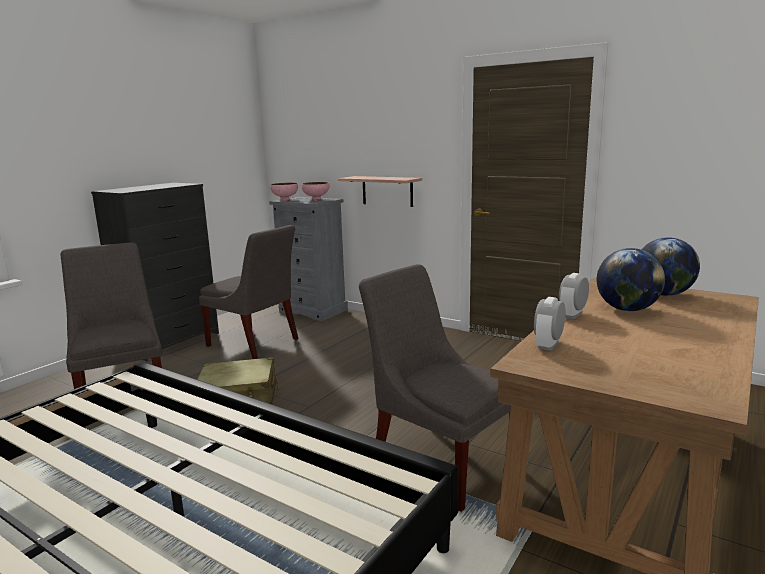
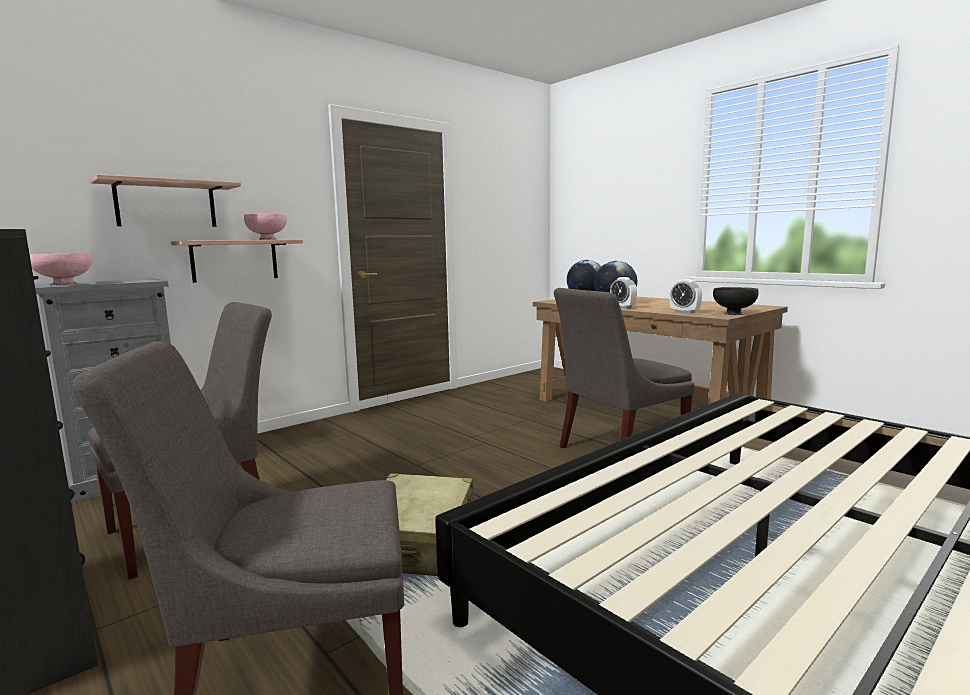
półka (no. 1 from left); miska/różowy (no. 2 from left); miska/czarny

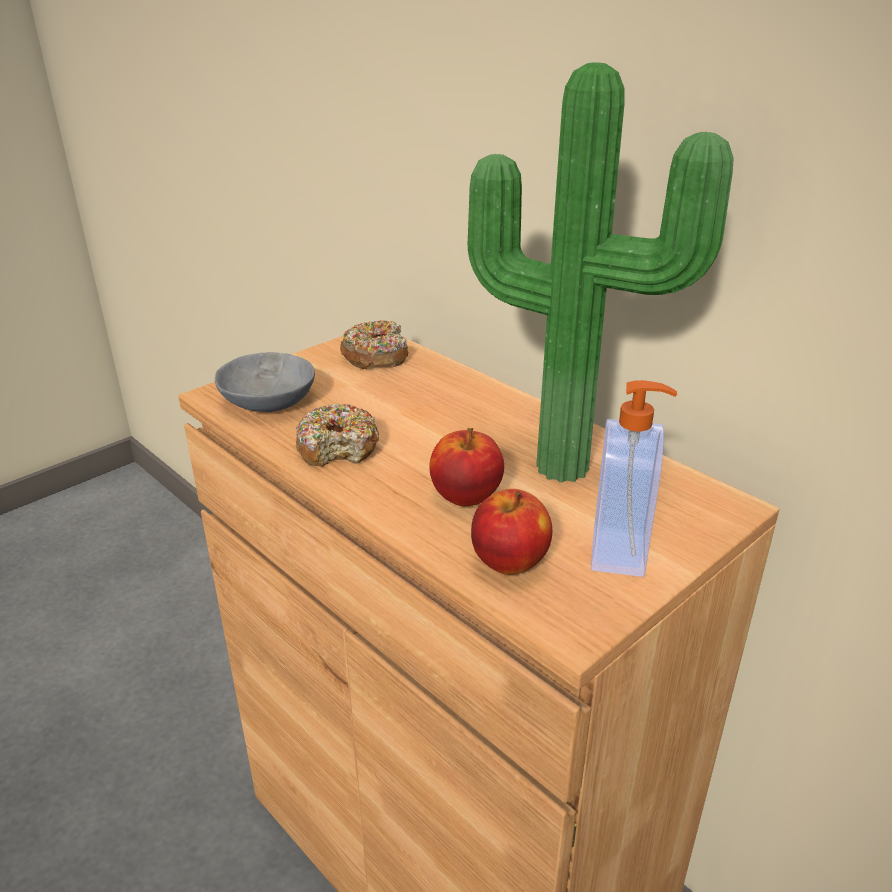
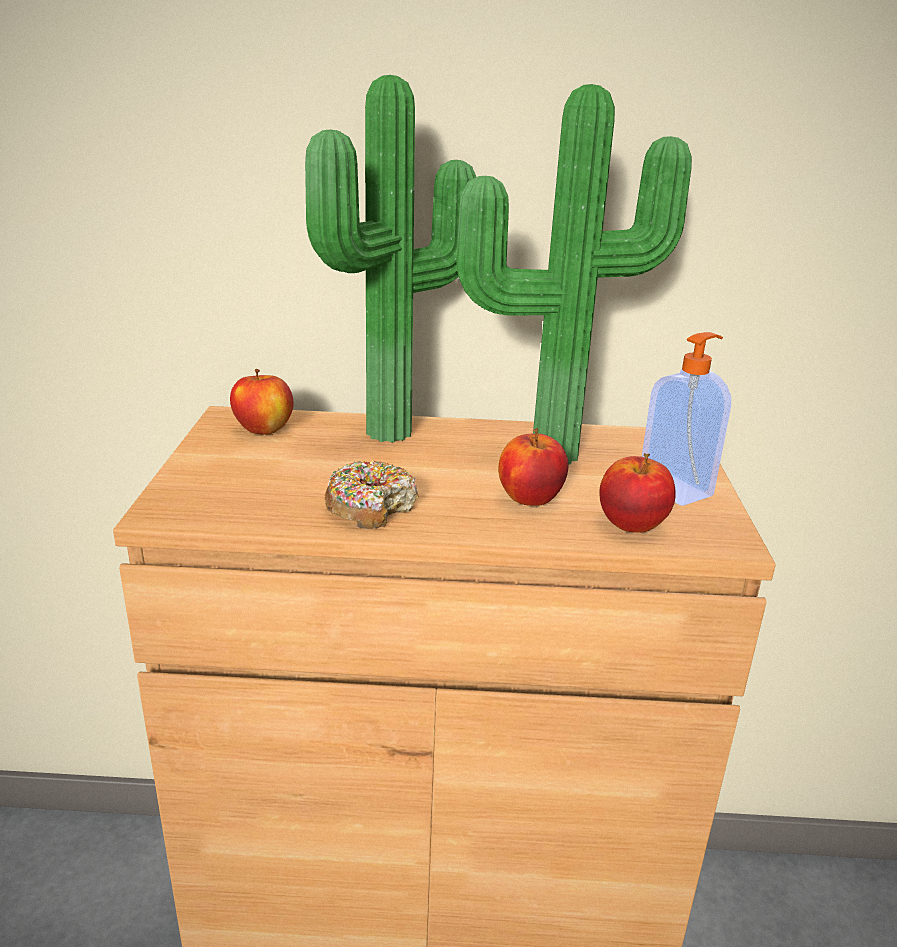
jabłko (no. 1 from left); roślina doniczkowa (no. 1 from left); miska/szary

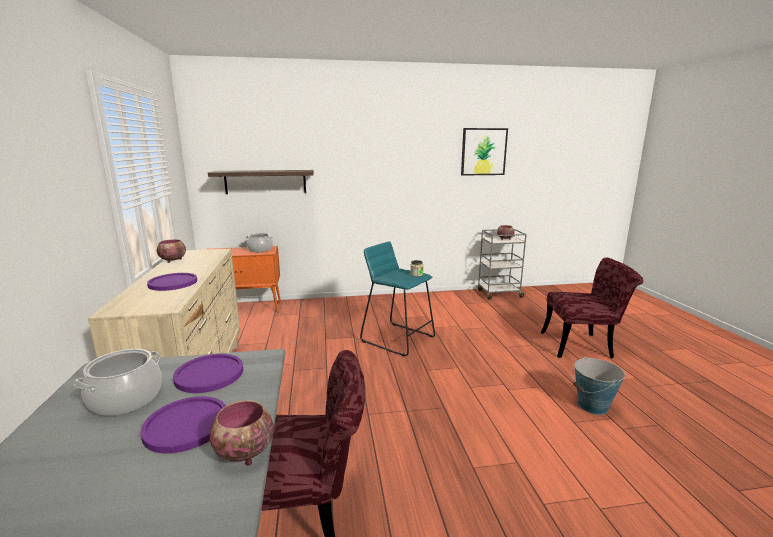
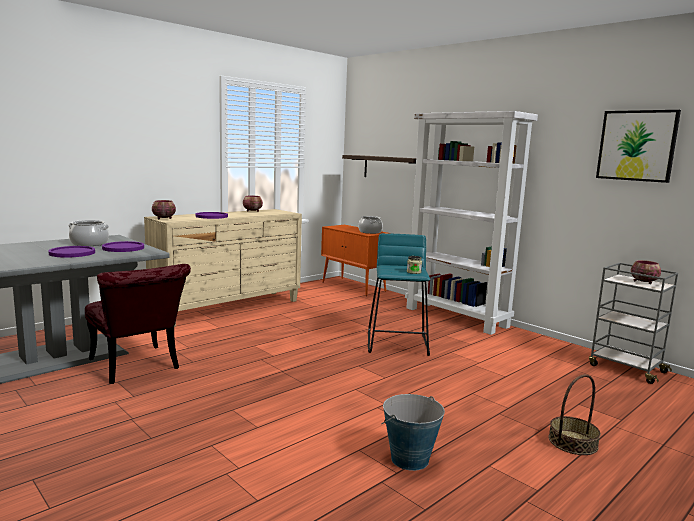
miska (no. 1 from left); regał/biały; koszyk

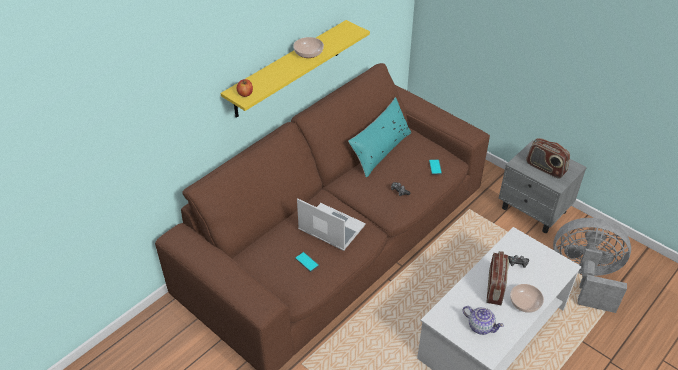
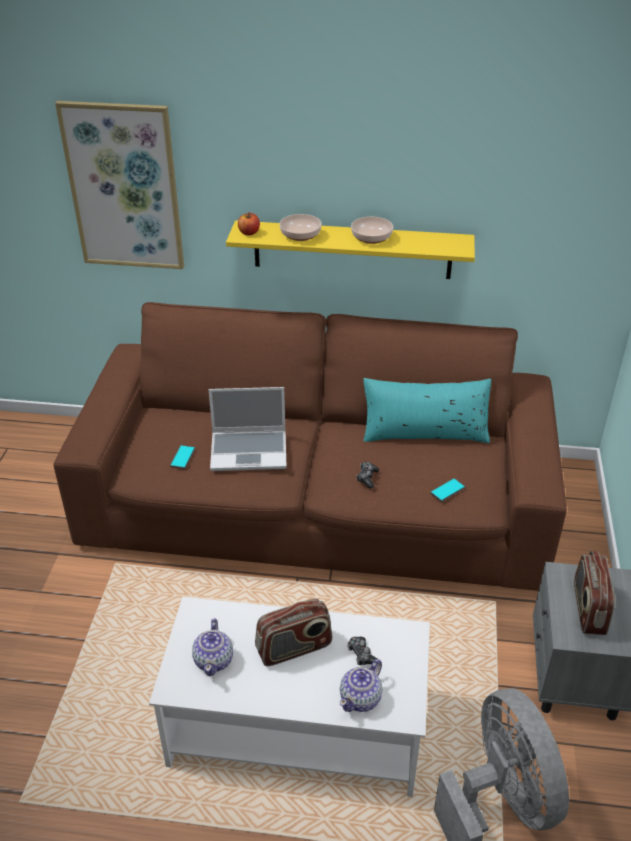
obraz; laptop; miska (no. 1 from left); imbryk (no. 2 from left)

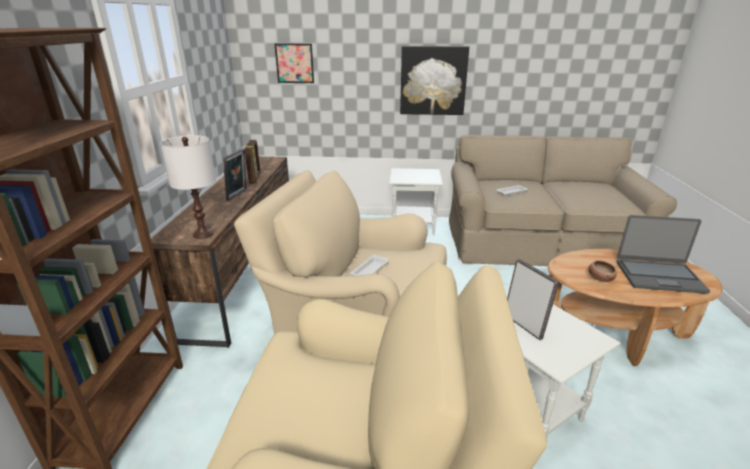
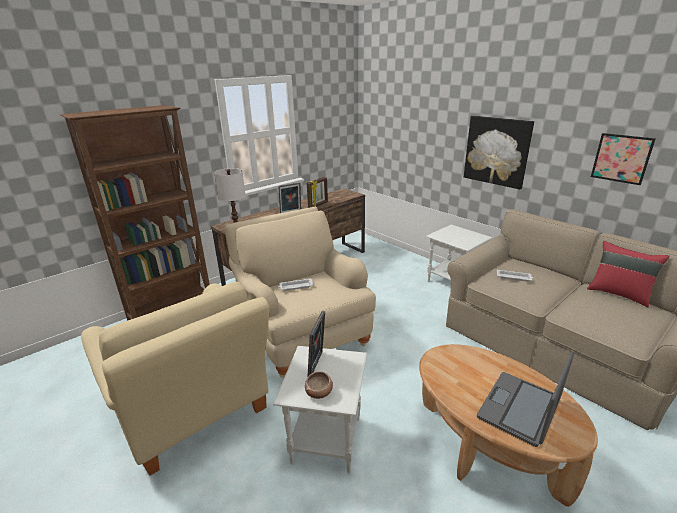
miska; laptop; poduszka/czerwony; obraz (no. 2 from left)

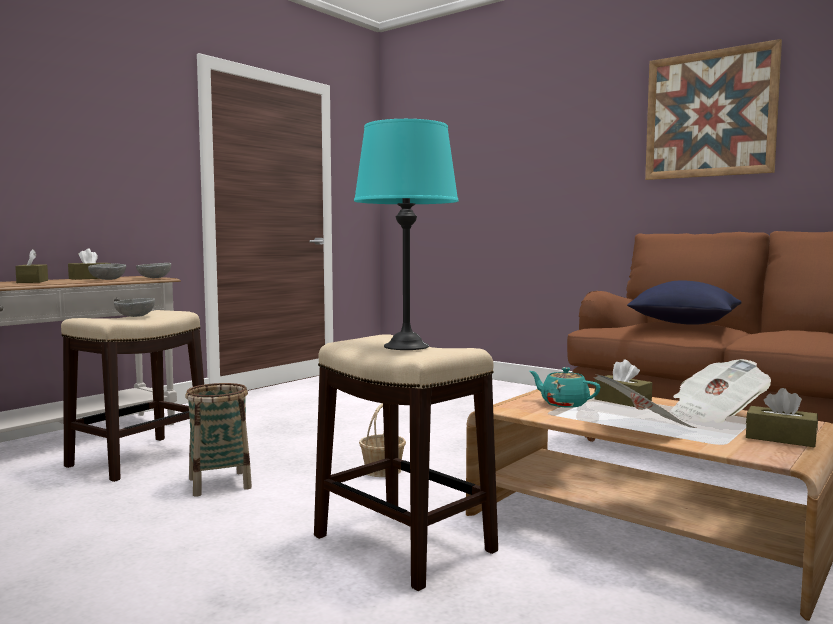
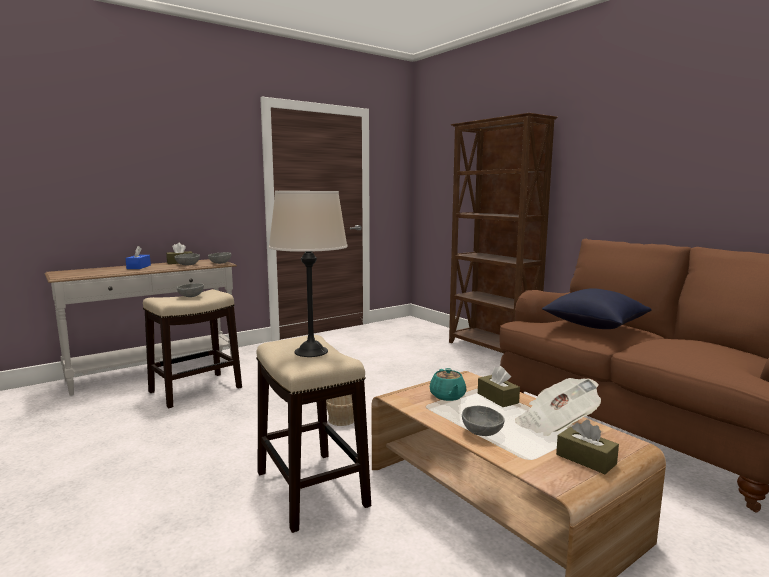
pudełko chusteczek/niebieski; lampa stołowa/beżowy; imbryk/turkusowy; regał/brązowy; miska/szary (no. 4 from left); koszyk (no. 1 from left in the first image); obraz

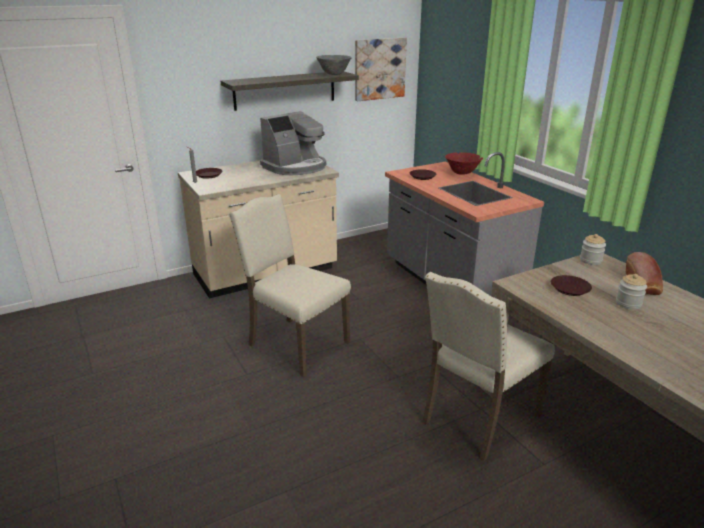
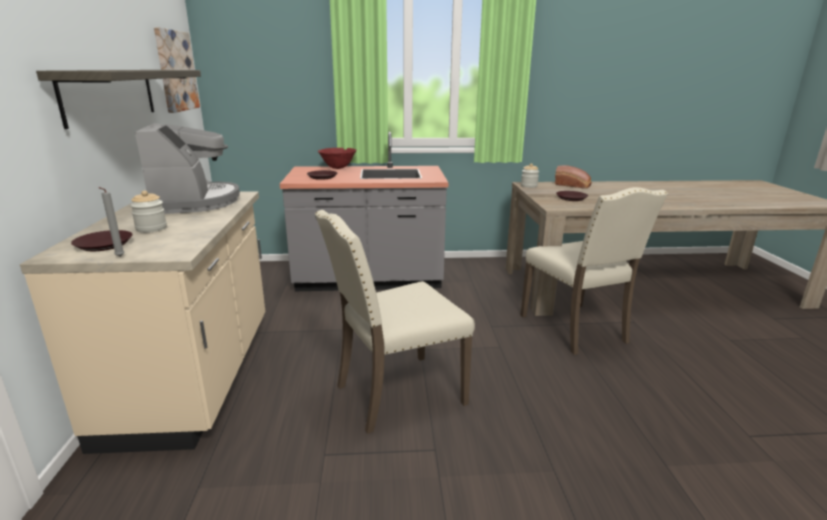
słoik (no. 1 from left); miska/szary

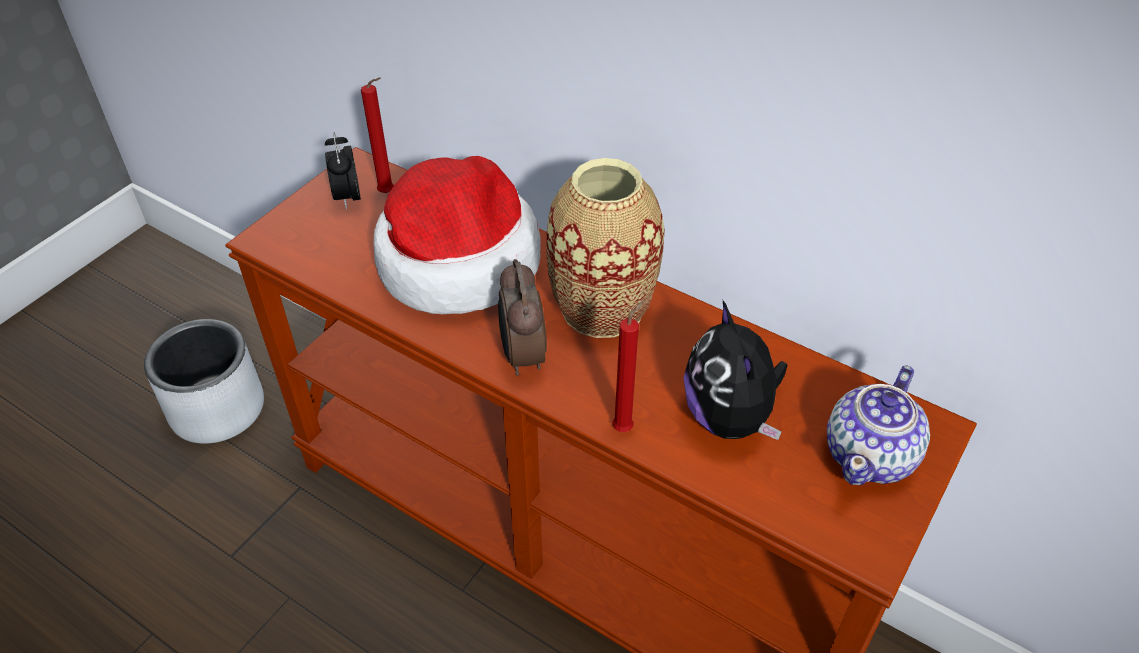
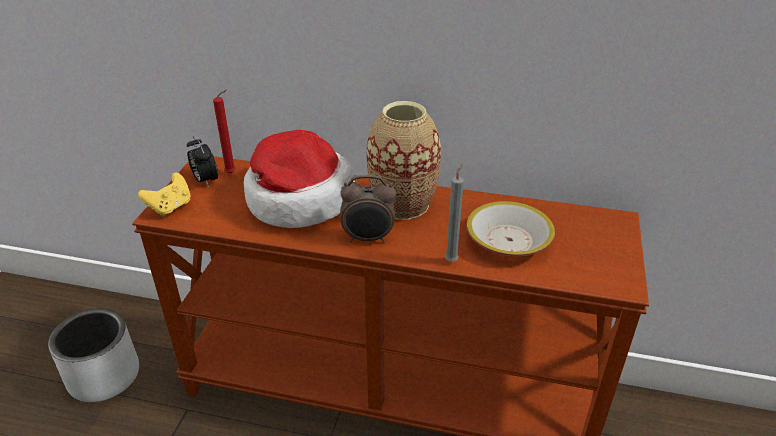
pad do gier/żółty; budzik (no. 2 from left); świeca/szary; miska; imbryk

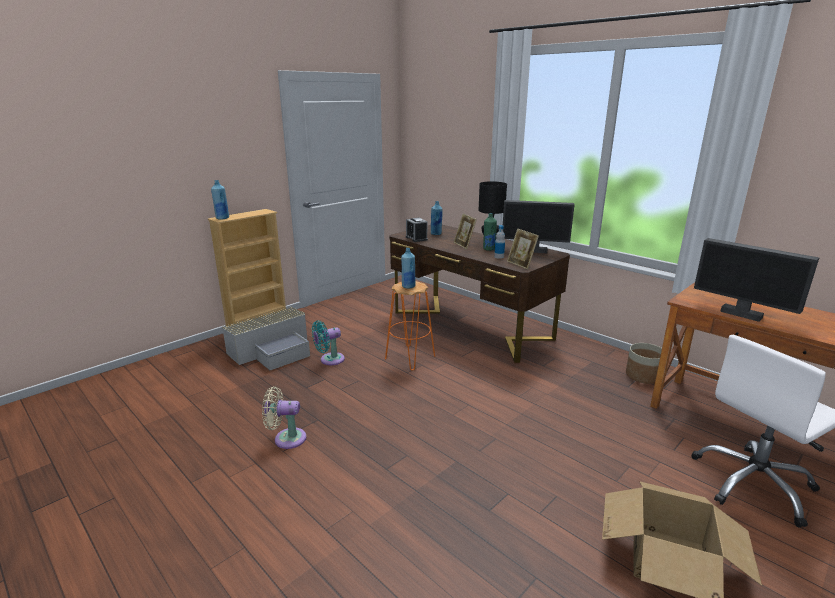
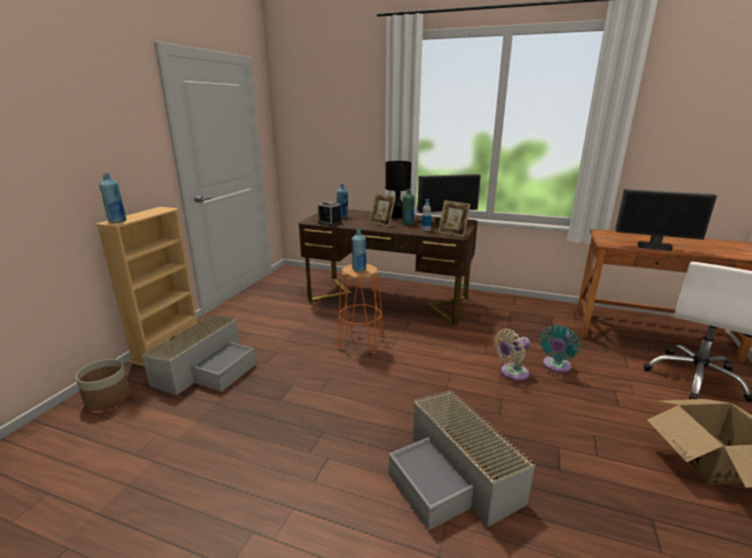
donica; pojemnik do przechowywania/szary (no. 2 from left); wentylator/beżowy; wentylator/turkusowy

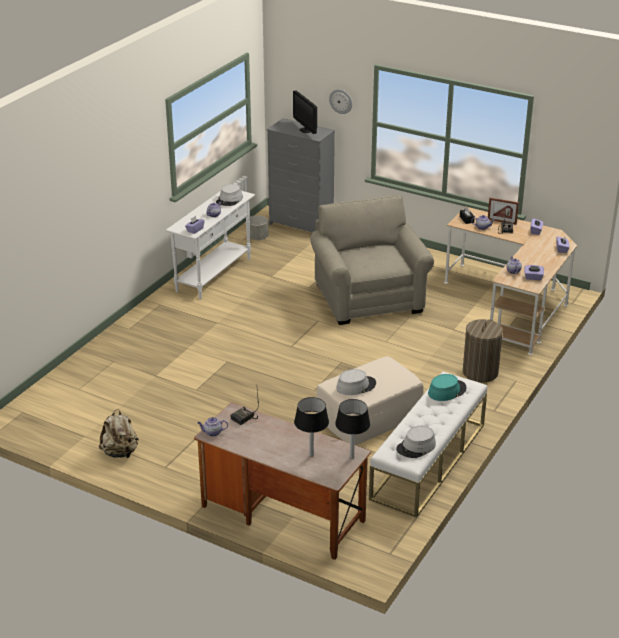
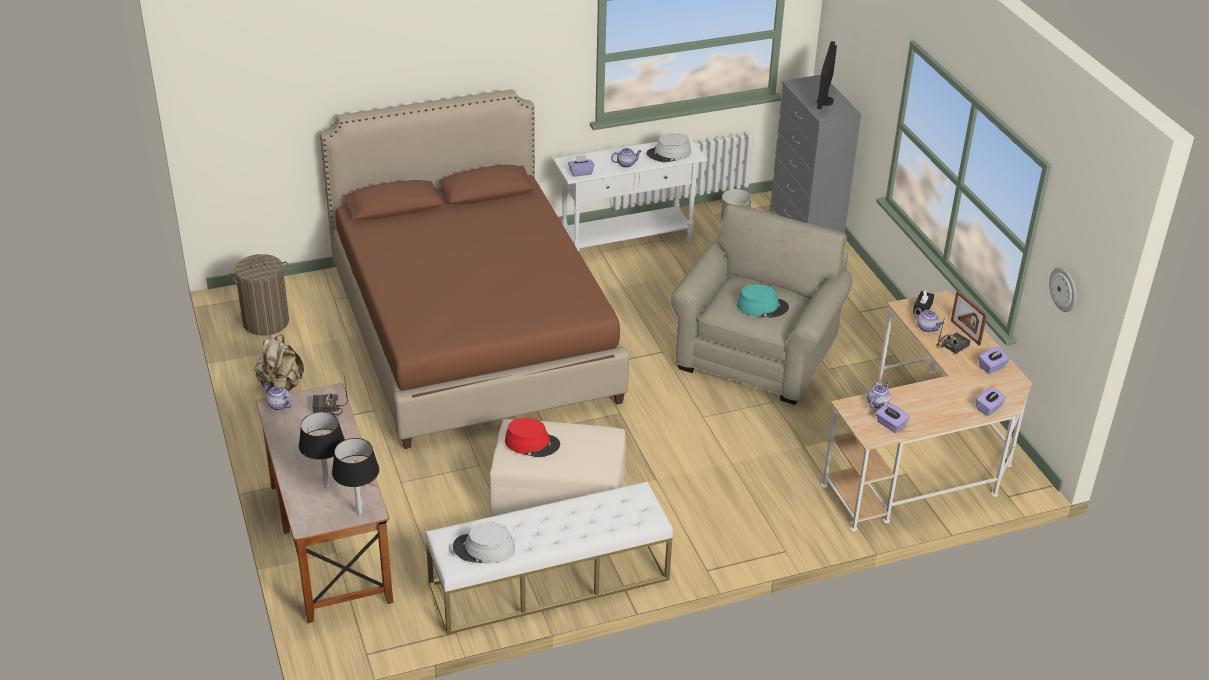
kosz na pranie; łóżko/brązowy; kapelusz/czerwony; kapelusz/turkusowy; zegar ścienny

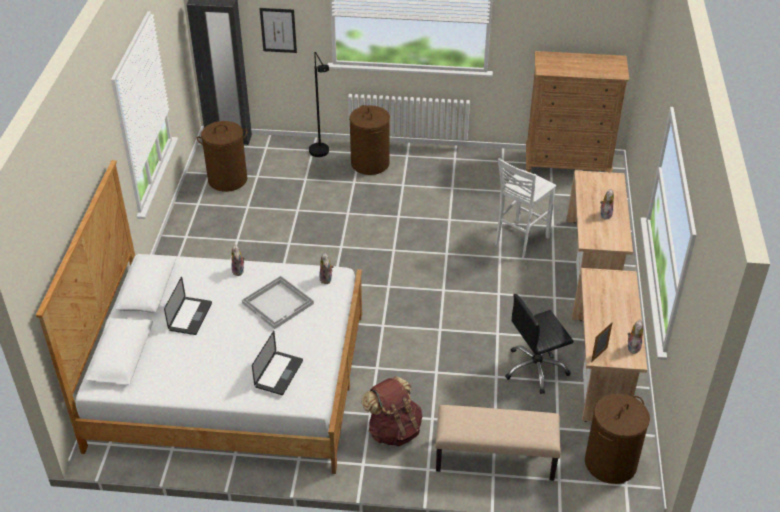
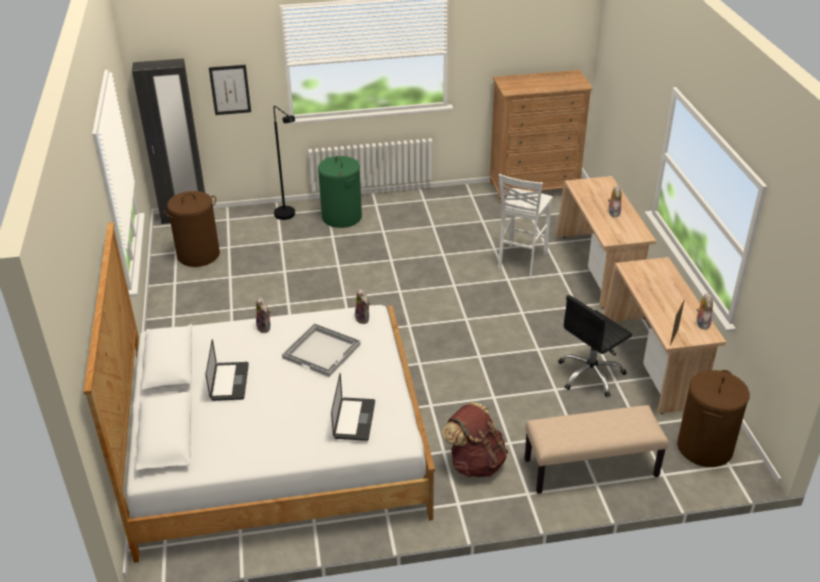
kosz na pranie/zielony

